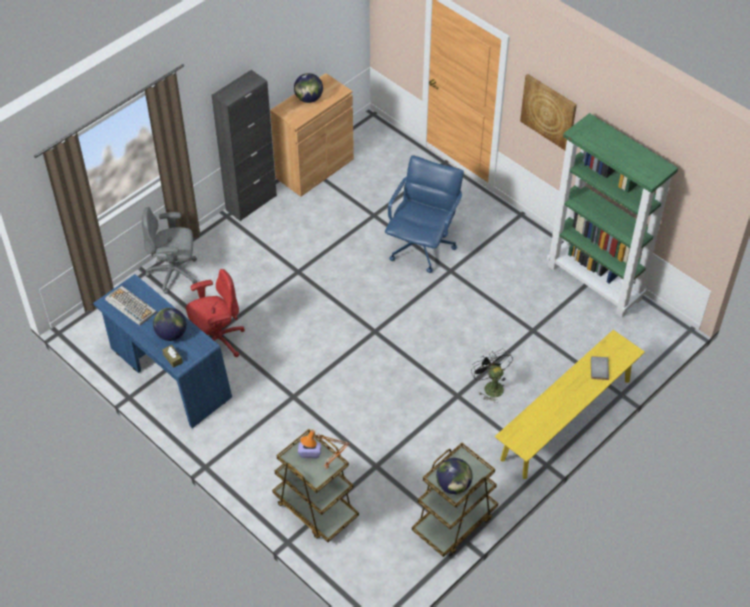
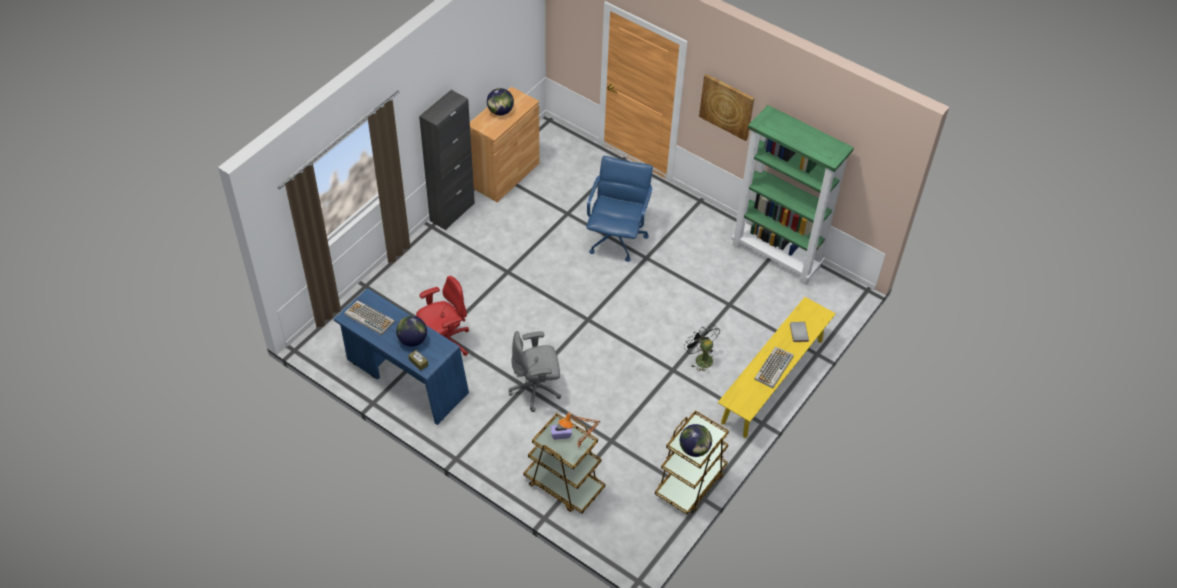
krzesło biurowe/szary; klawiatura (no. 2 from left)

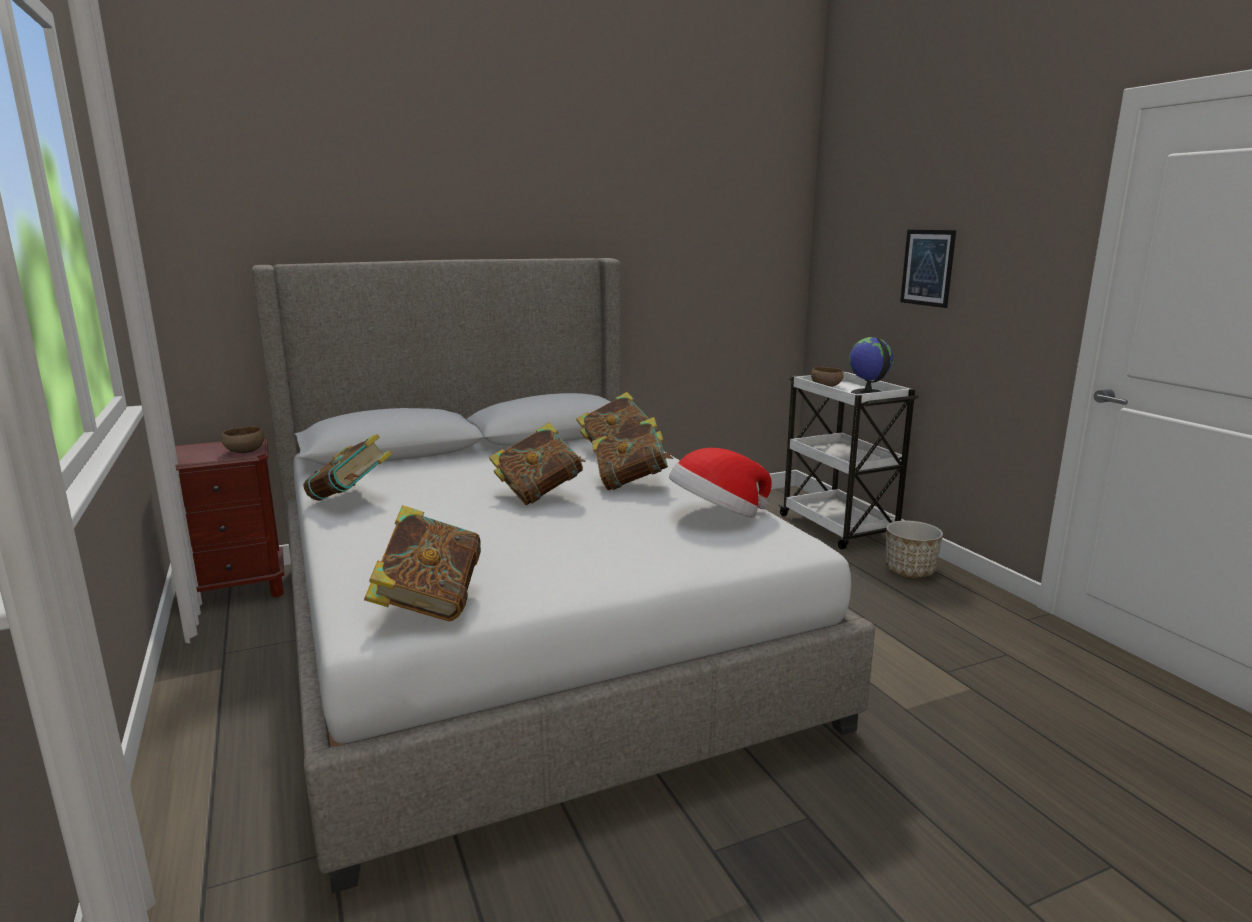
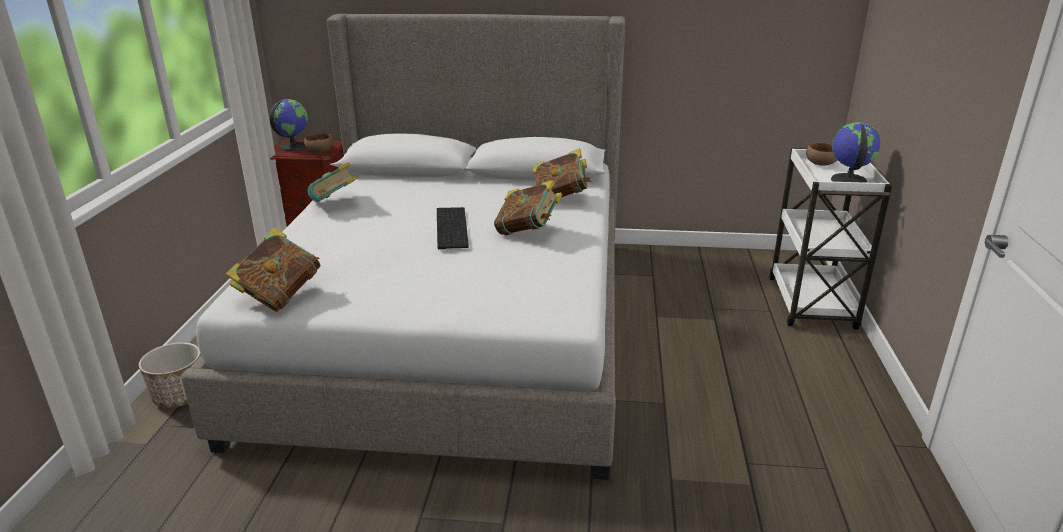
donica; globus (no. 1 from left); klawiatura; kapelusz; obraz

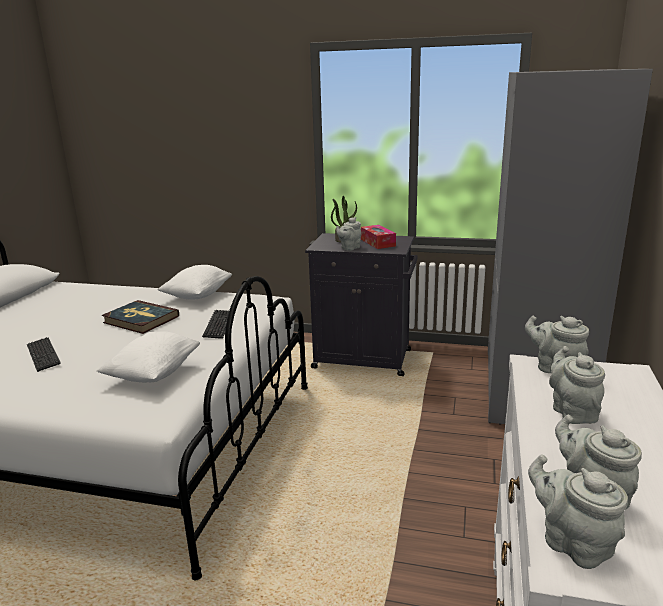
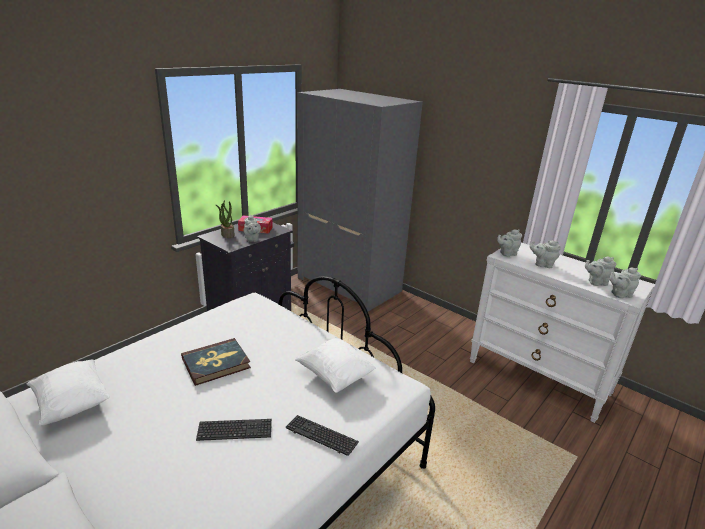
poduszka/biały (no. 1 from left); klawiatura (no. 2 from left)

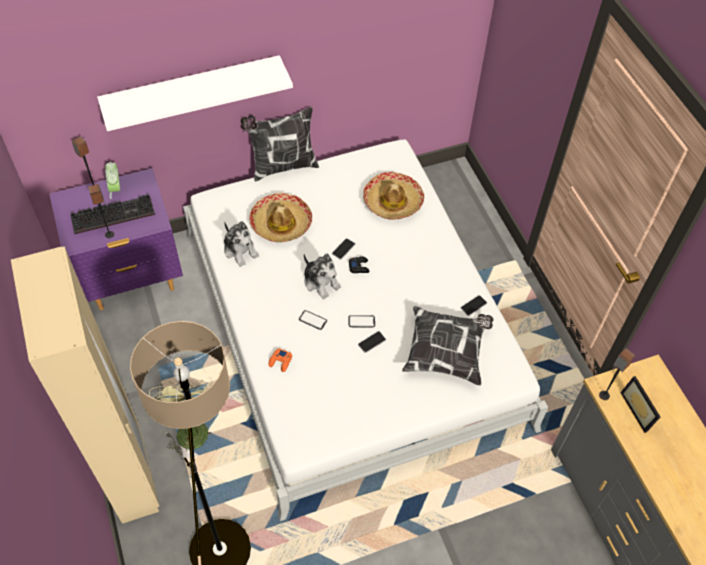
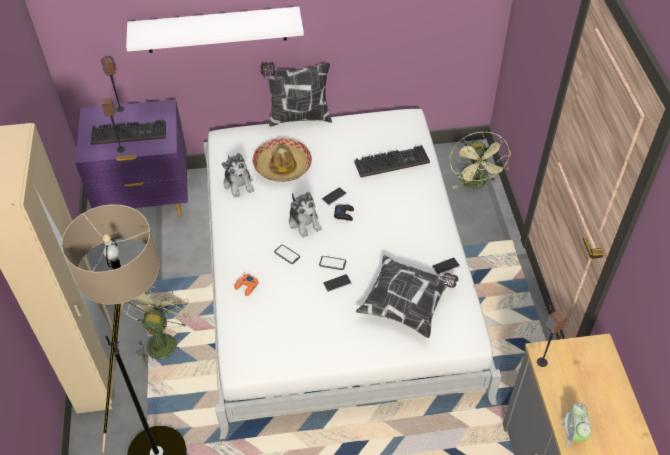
klawiatura (no. 2 from left); wentylator/zielony (no. 2 from left); budzik; ramka na zdjęcie

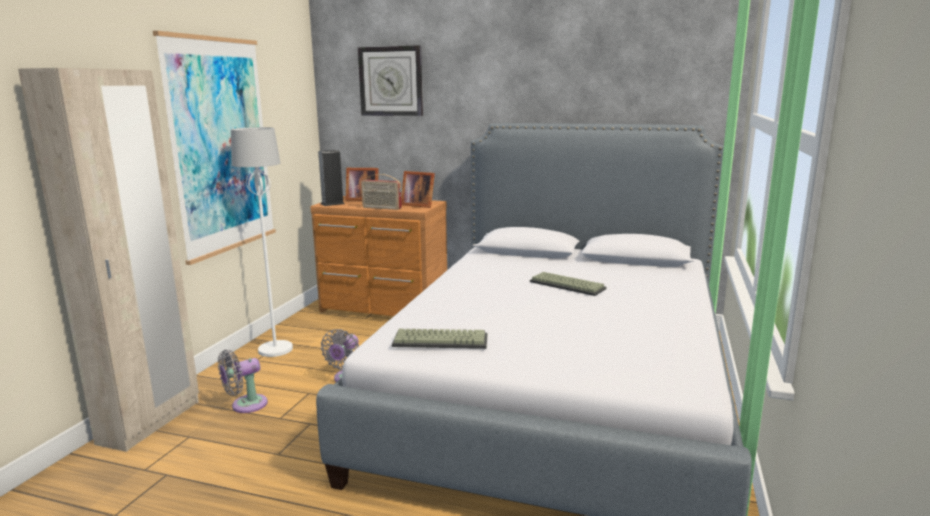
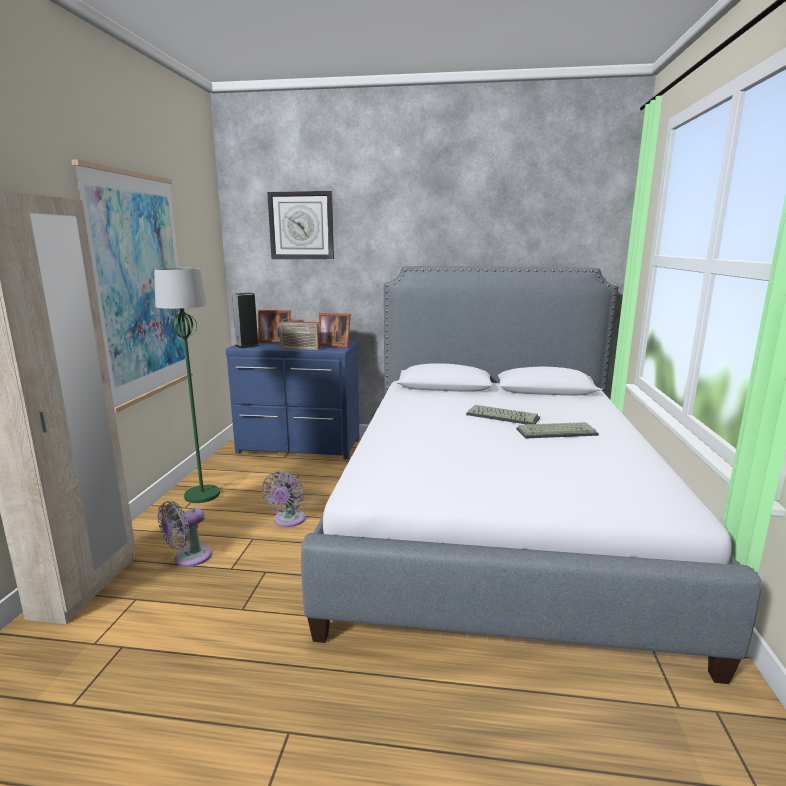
lampa stojąca/zielony; komoda/niebieski; klawiatura (no. 2 from left)

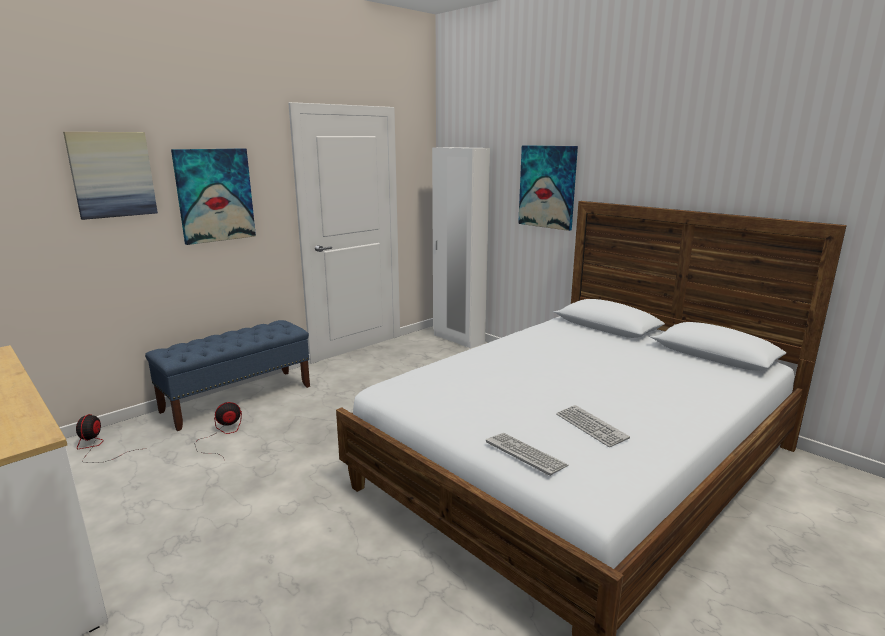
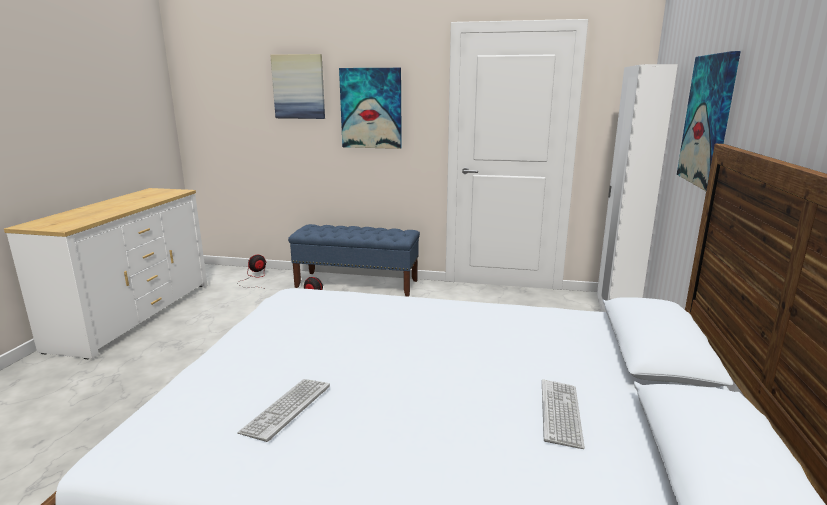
klawiatura (no. 2 from left)

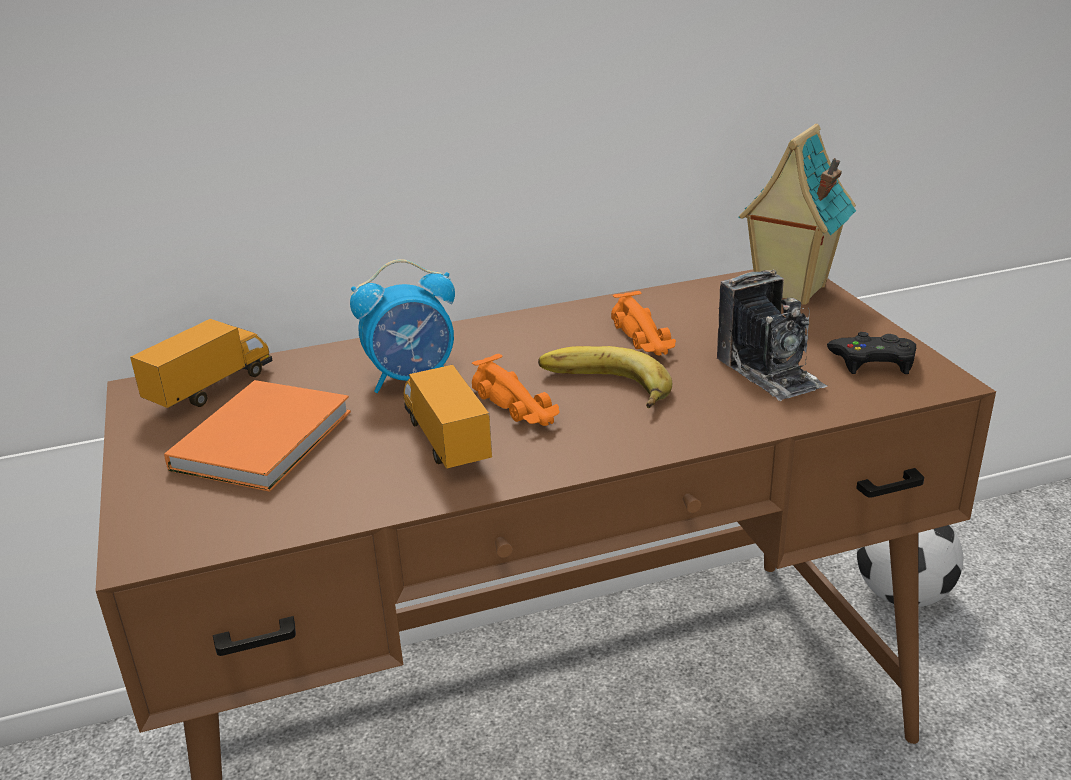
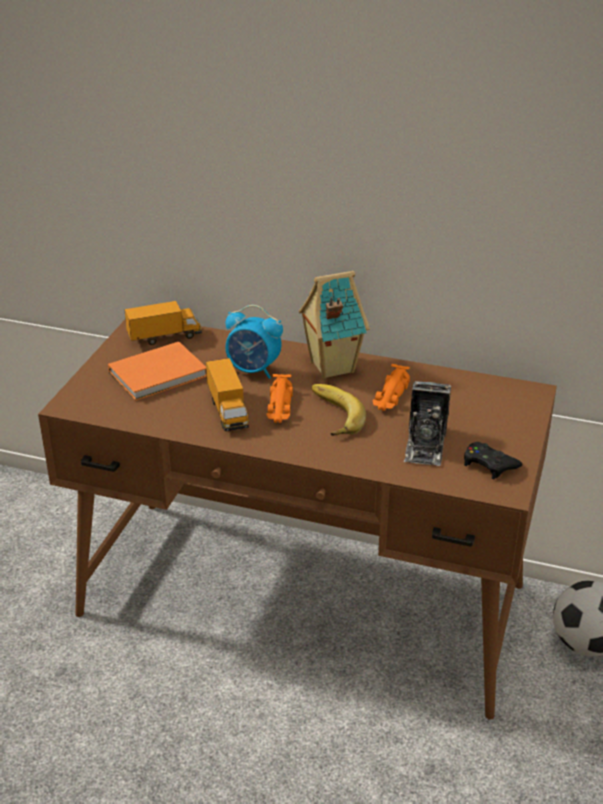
ciężarówka zabawkowa (no. 2 from left); domek

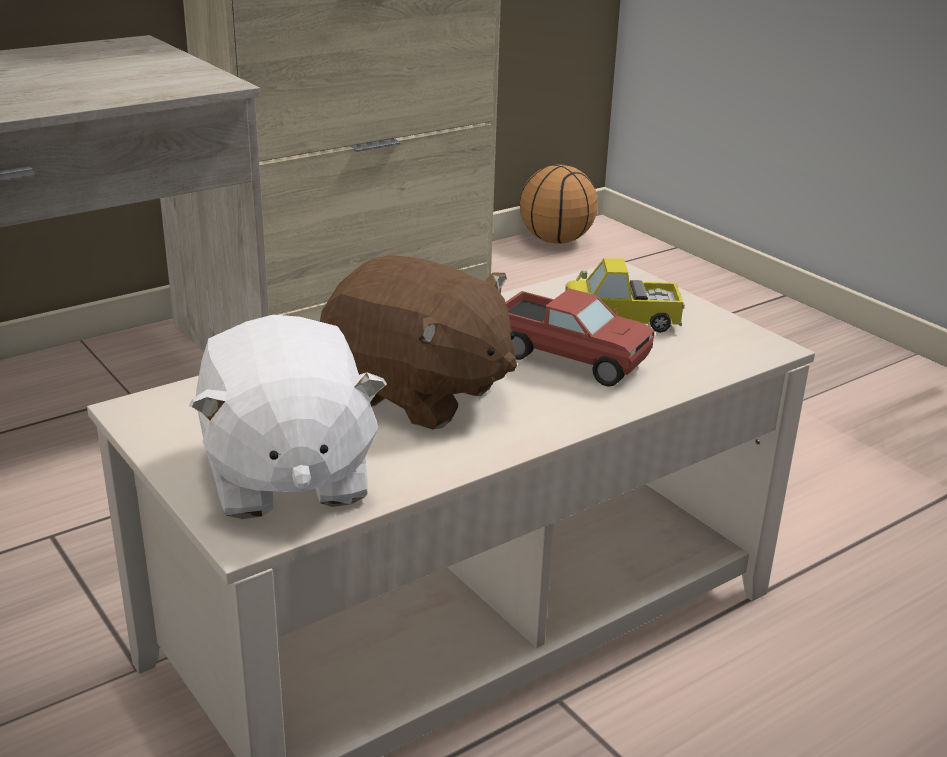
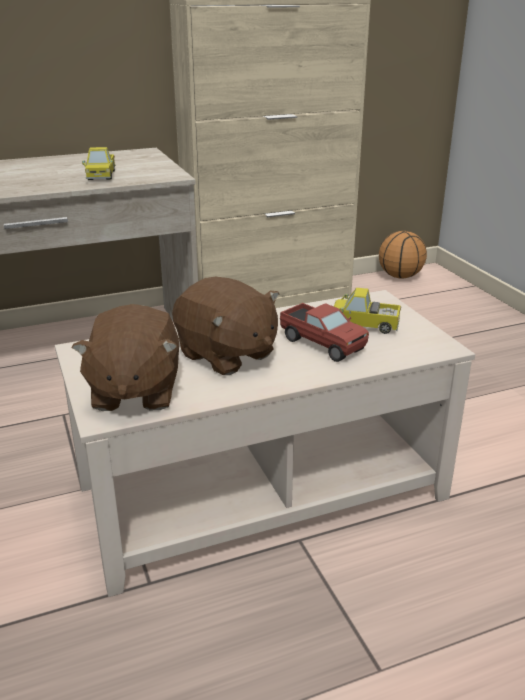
pluszak/brązowy (no. 1 from left); ciężarówka zabawkowa (no. 1 from left)

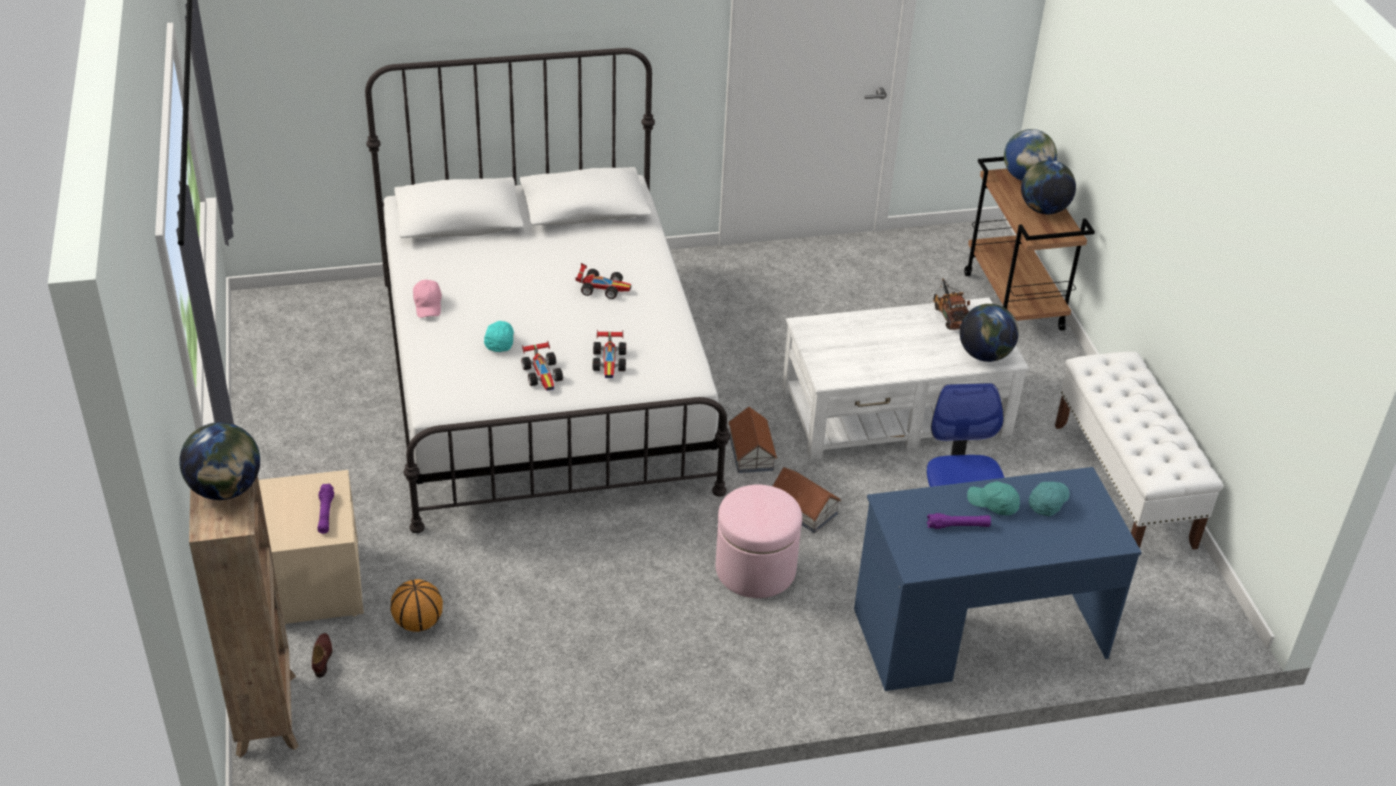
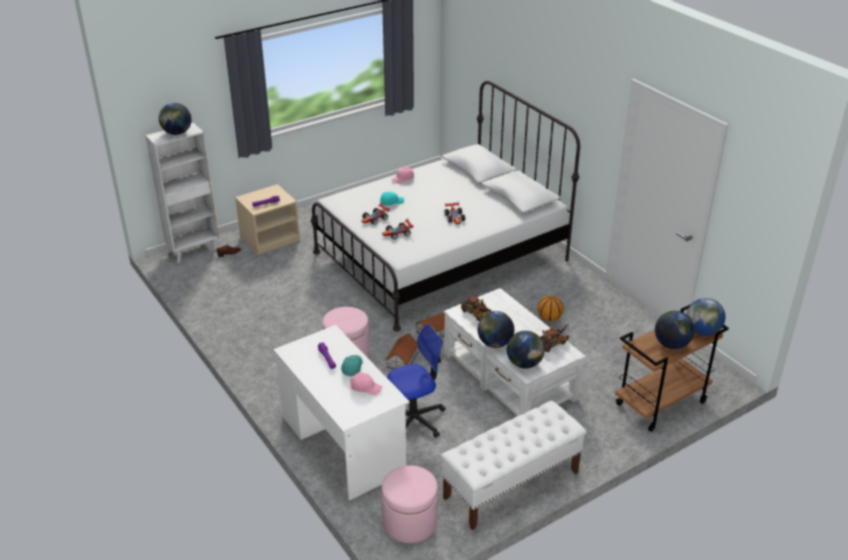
regał/biały; biurko/biały; czapka z daszkiem/różowy (no. 1 from left); pufa/różowy (no. 2 from left); ciężarówka zabawkowa (no. 1 from left); globus (no. 2 from left); piłka do koszykówki

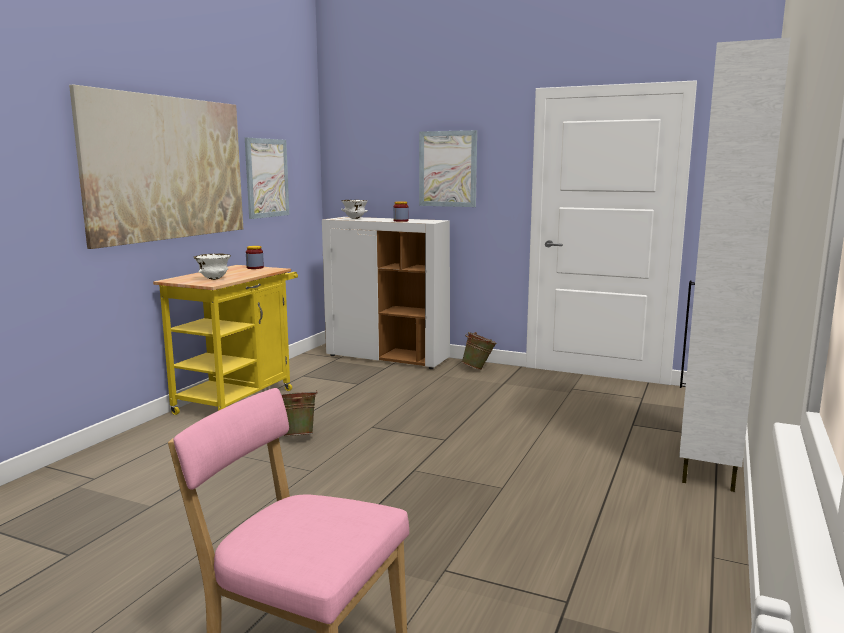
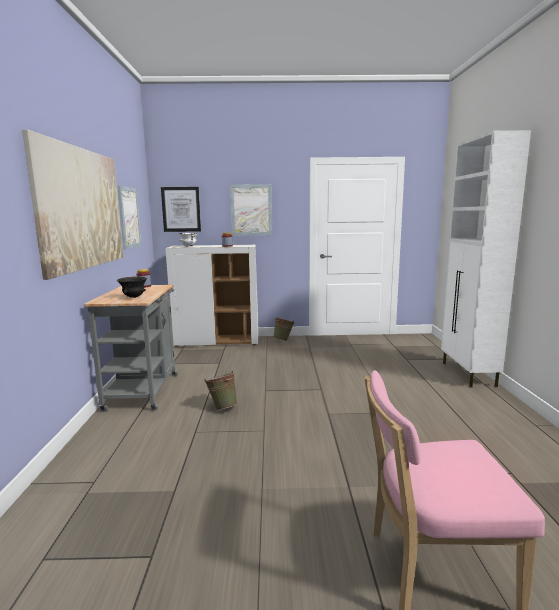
wózek/szary; miska/czarny; obraz (no. 3 from left)

